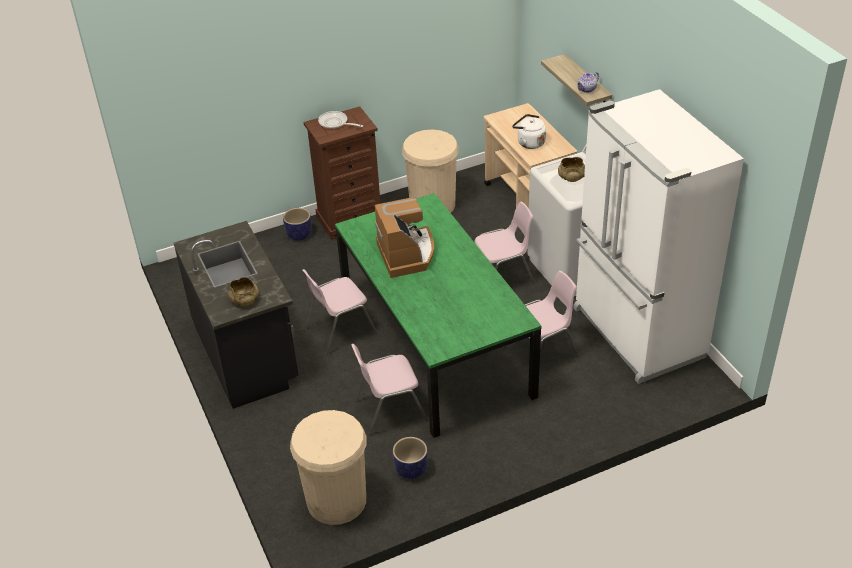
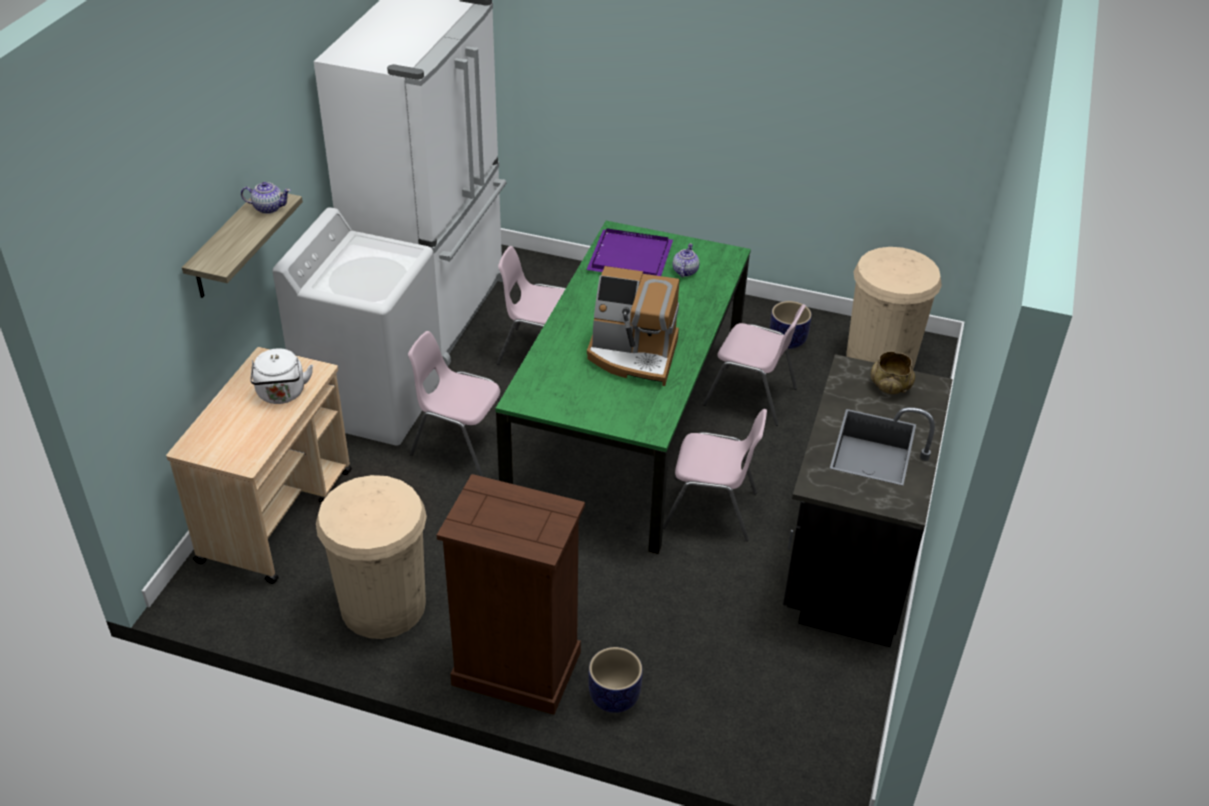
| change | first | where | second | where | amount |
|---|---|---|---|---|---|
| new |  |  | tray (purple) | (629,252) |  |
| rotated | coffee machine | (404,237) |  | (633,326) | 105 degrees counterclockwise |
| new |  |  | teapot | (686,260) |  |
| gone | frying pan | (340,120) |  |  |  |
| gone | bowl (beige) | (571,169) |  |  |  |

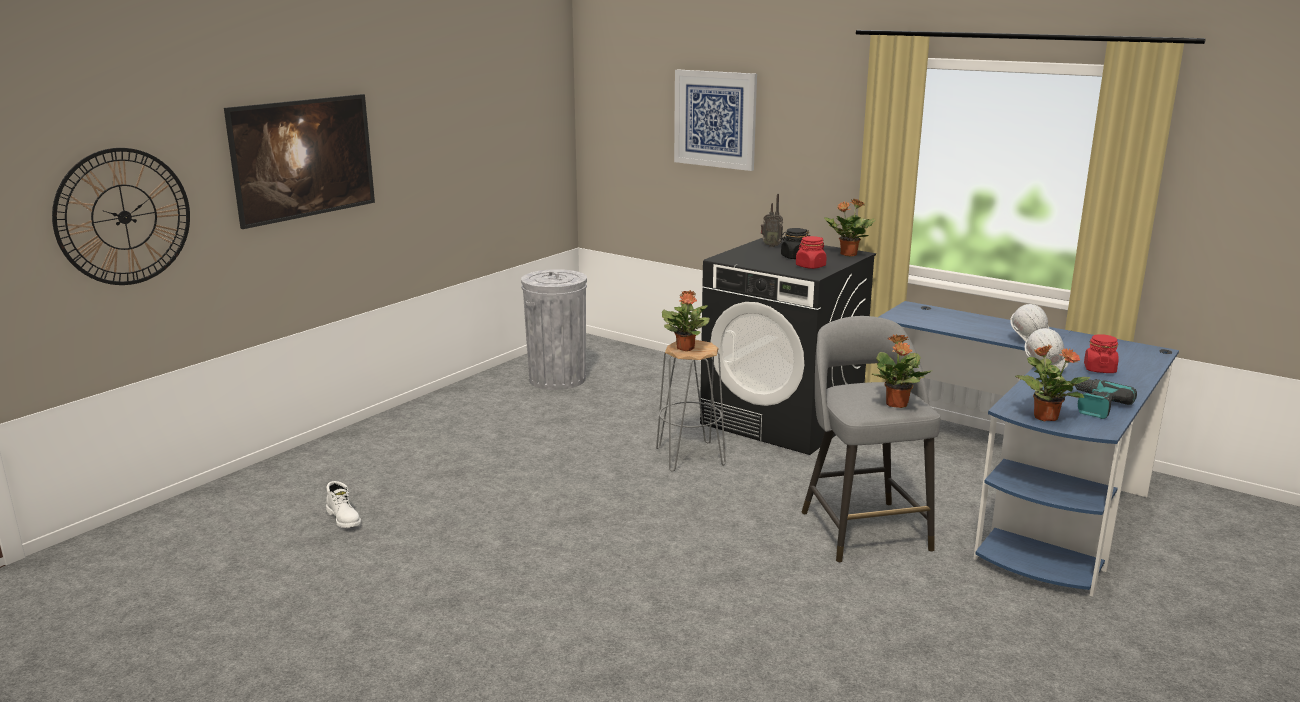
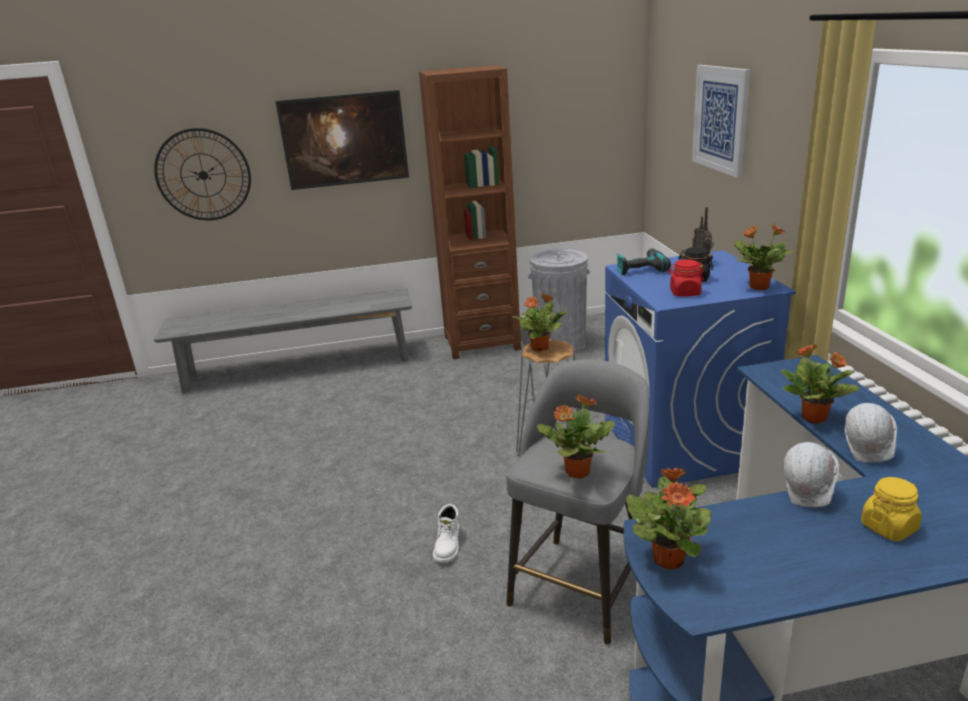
| change | first | where | second | where | amount |
|---|---|---|---|---|---|
| new |  |  | bench (grey) | (283,340) |  |
| new |  |  | bookcase (brown) | (470,212) |  |
| shifted | boot (white) | (343,504) |  | (446,533) |  |
| repainted | washing machine (black) | (788,346) | washing machine (blue) | (700,369) |  |
| shifted | power drill | (1105,399) |  | (643,261) |  |
| new |  |  | potted plant | (820,384) |  |
| repainted | jar (red) | (1101,353) | jar (yellow) | (891,509) |  |

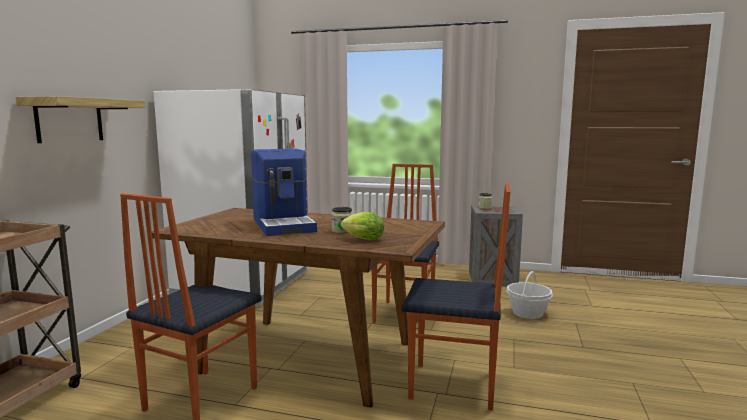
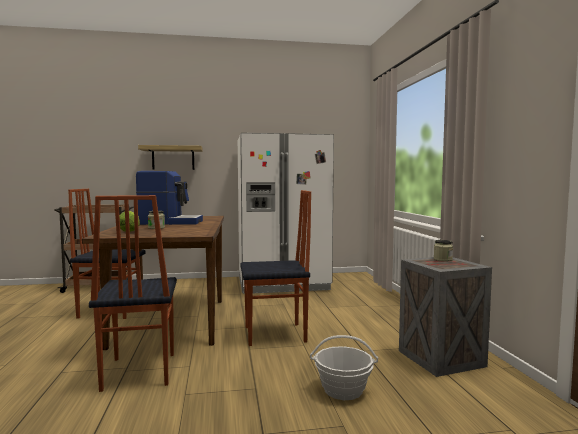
| change | first | where | second | where | amount |
|---|---|---|---|---|---|
| rotated | coffee machine | (284,192) |  | (169,198) | 135 degrees counterclockwise |

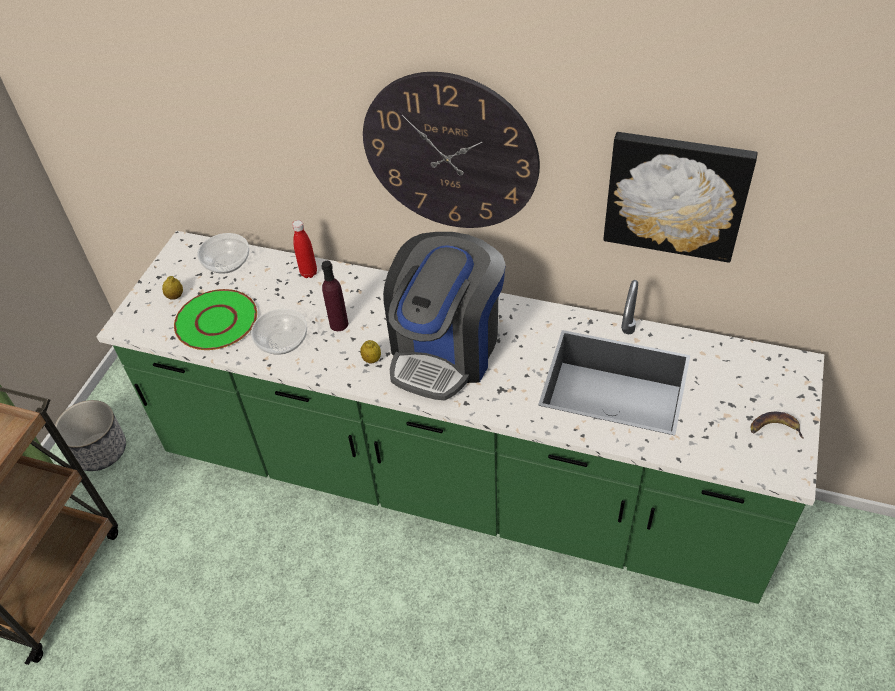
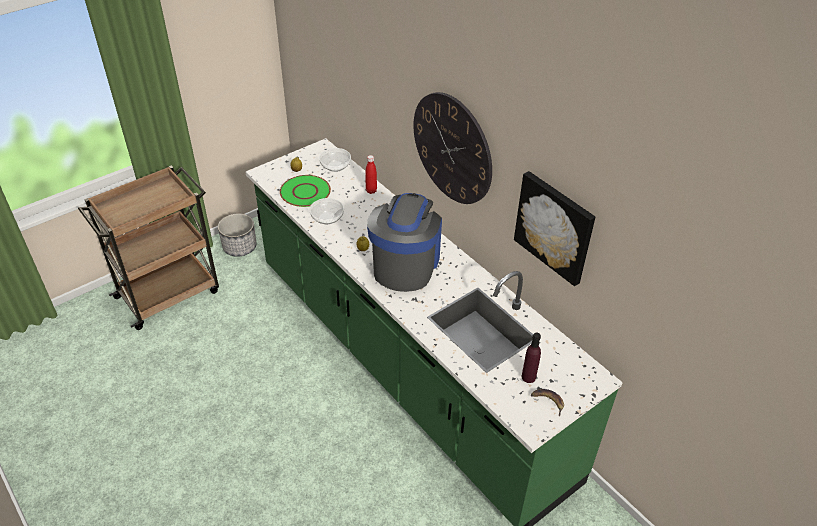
| change | first | where | second | where | amount |
|---|---|---|---|---|---|
| rotated | coffee machine | (444,316) |  | (404,242) | 135 degrees clockwise |
| shifted | bottle (purple) | (334,296) |  | (531,357) |  |

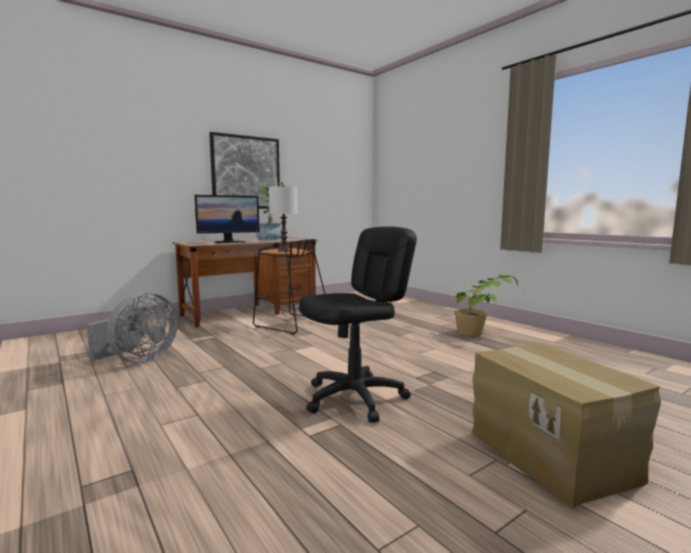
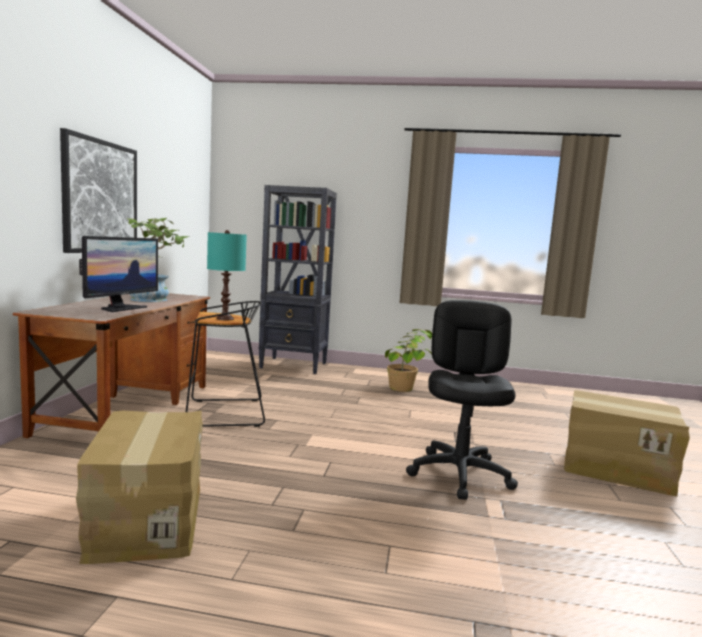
| change | first | where | second | where | amount |
|---|---|---|---|---|---|
| swapped | fan (grey) | (132,327) | cardboard box | (139,487) |  |
| repainted | table lamp (white) | (283,218) | table lamp (turquoise) | (227,275) |  |
| new |  |  | bookcase (black) | (298,279) |  |

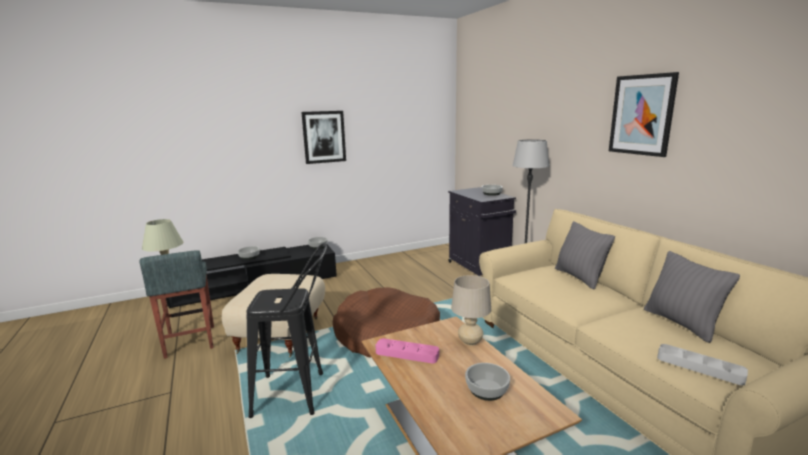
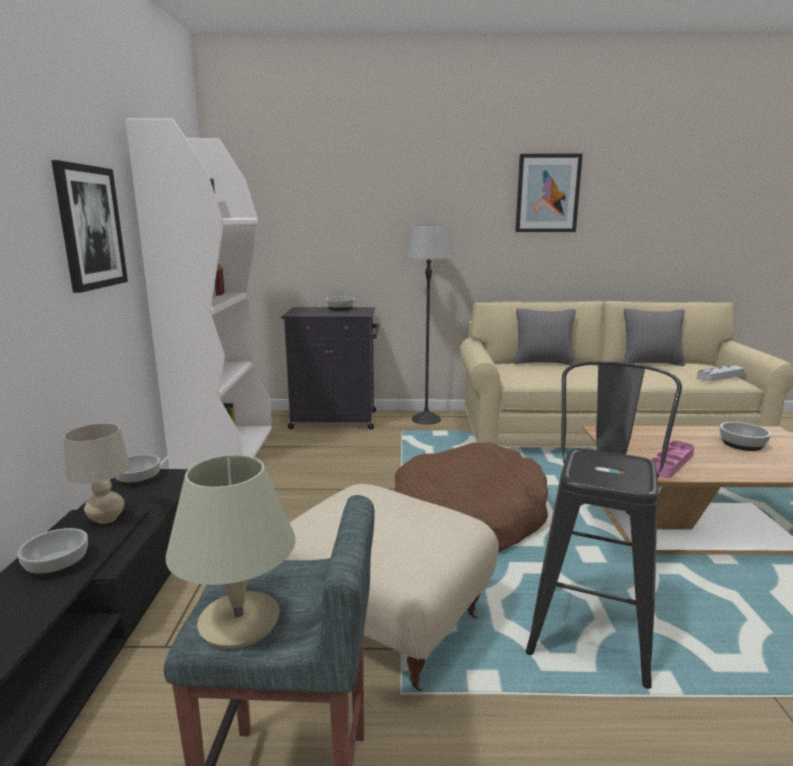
| change | first | where | second | where | amount |
|---|---|---|---|---|---|
| shifted | table lamp (beige) | (471,310) |  | (97,473) |  |
| new |  |  | bookcase (white) | (199,293) |  |

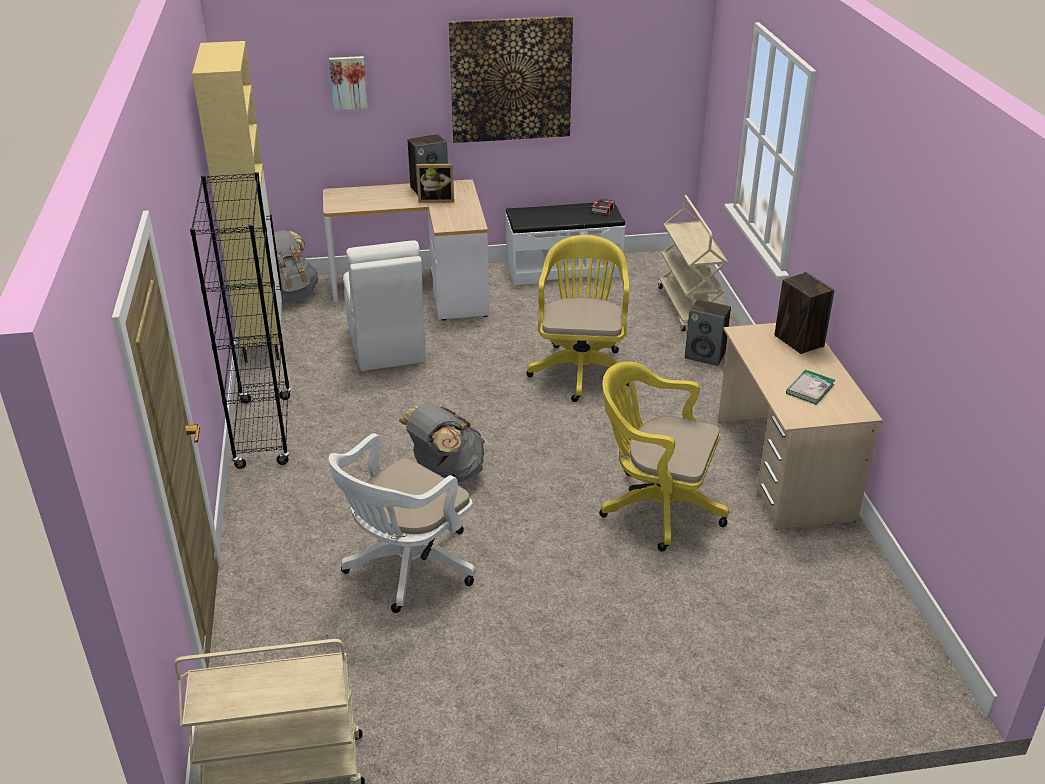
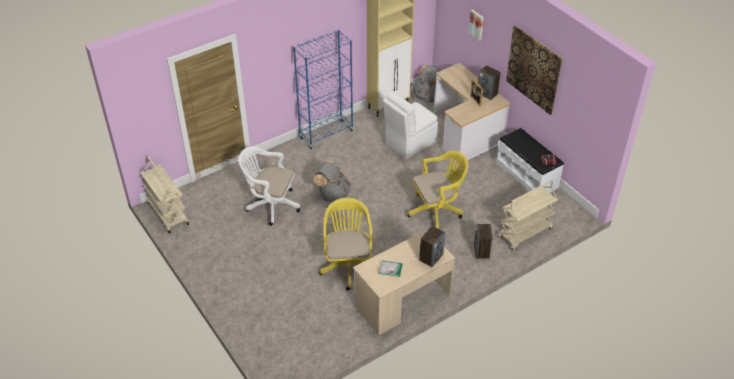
| change | first | where | second | where | amount |
|---|---|---|---|---|---|
| repainted | bookcase (black) | (240,320) | bookcase (blue) | (323,89) |  |

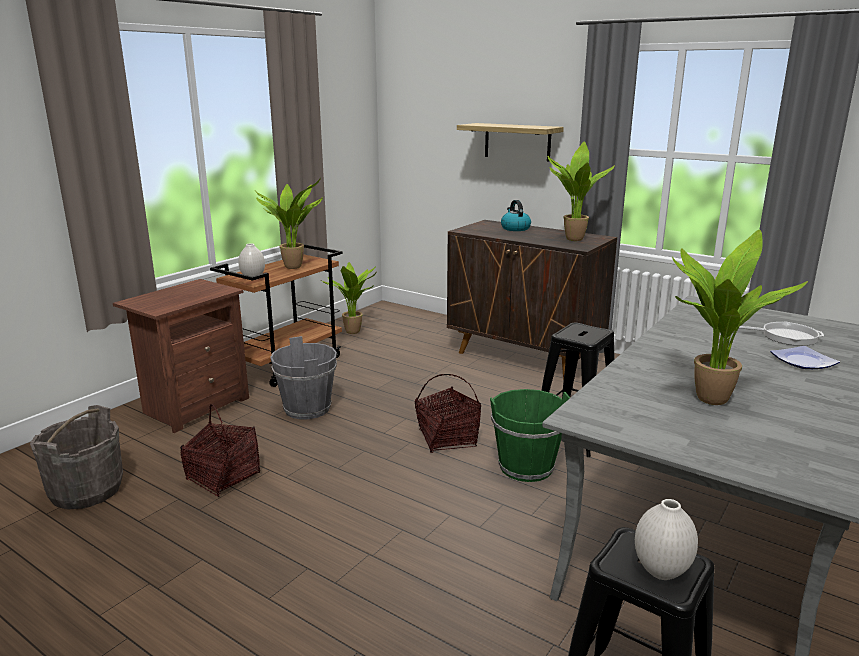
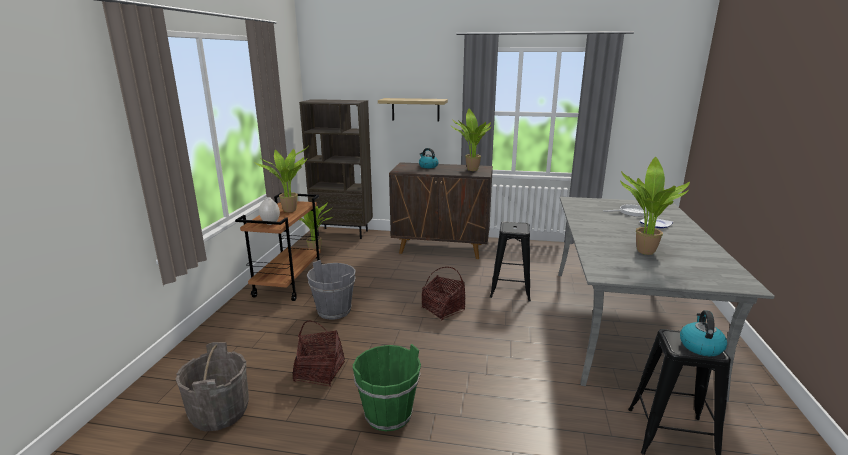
| change | first | where | second | where | amount |
|---|---|---|---|---|---|
| new |  |  | bookcase (brown) | (336,169) |  |
| shifted | bucket (green) | (530,435) |  | (387,387) |  |
| swapped | vase (white) | (666,539) | kettle | (703,333) |  |
| gone | nightstand (brown) | (181,356) |  |  |  |

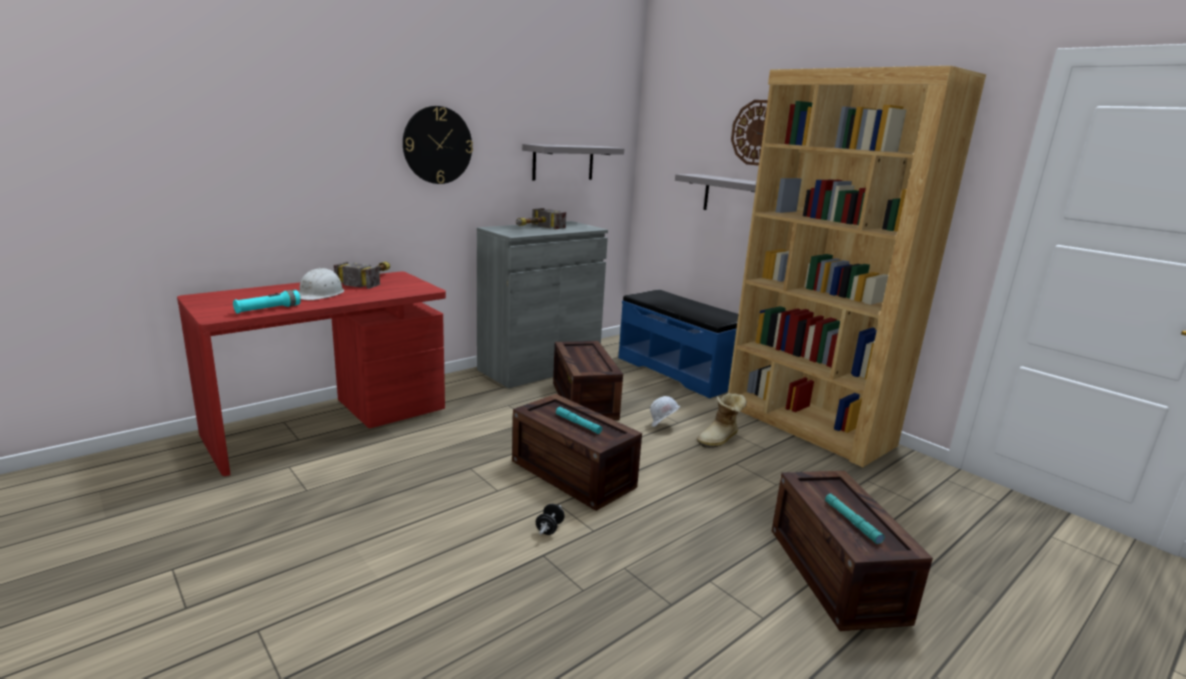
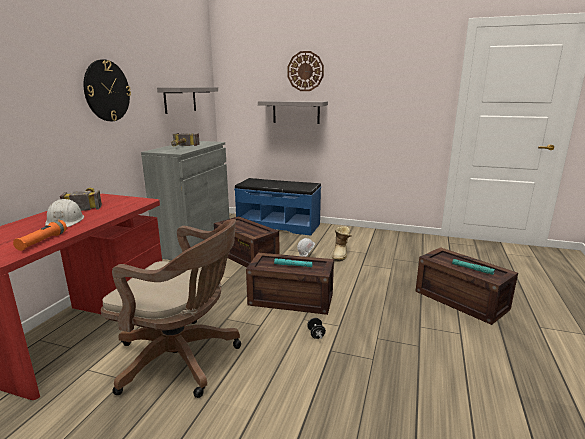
| change | first | where | second | where | amount |
|---|---|---|---|---|---|
| repainted | flashlight (turquoise) | (267,302) | flashlight (orange) | (40,235) |  |
| new |  |  | office chair (brown) | (171,308) |  |
| gone | bookcase (brown) | (857,266) |  |  |  |

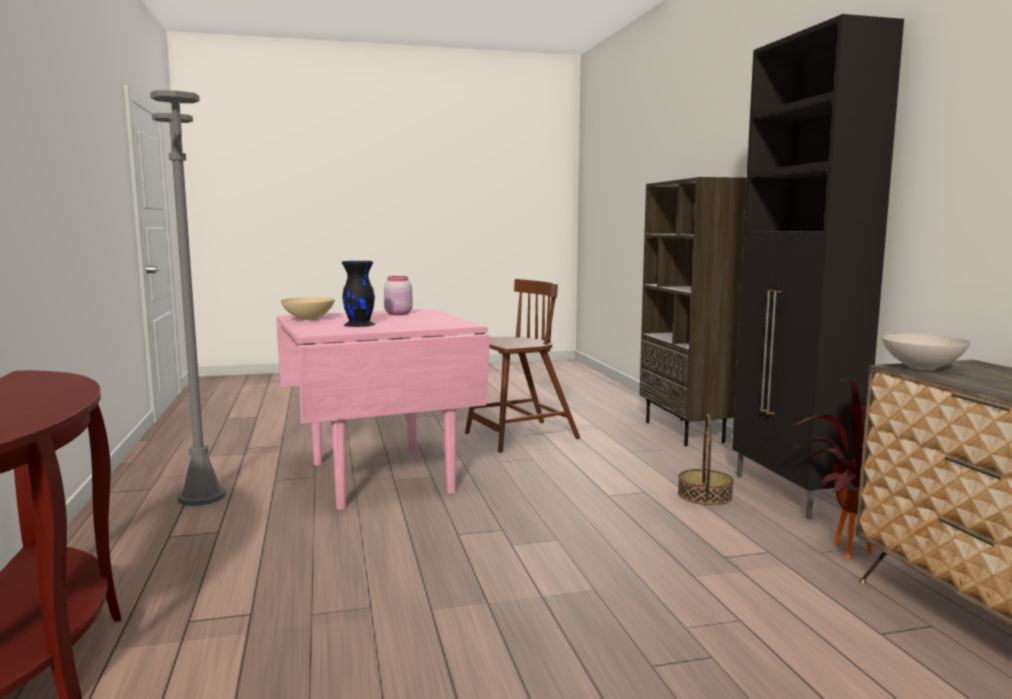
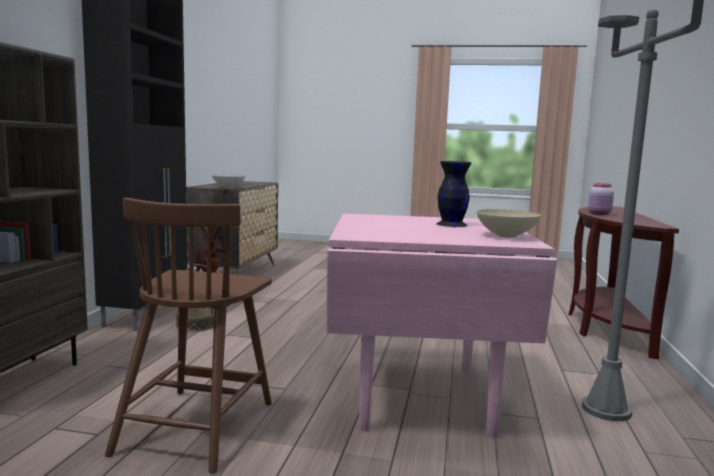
| change | first | where | second | where | amount |
|---|---|---|---|---|---|
| rotated | chair (brown) | (522,366) |  | (188,336) | 75 degrees counterclockwise |
| shifted | jar (pink) | (398,295) |  | (601,199) |  |

